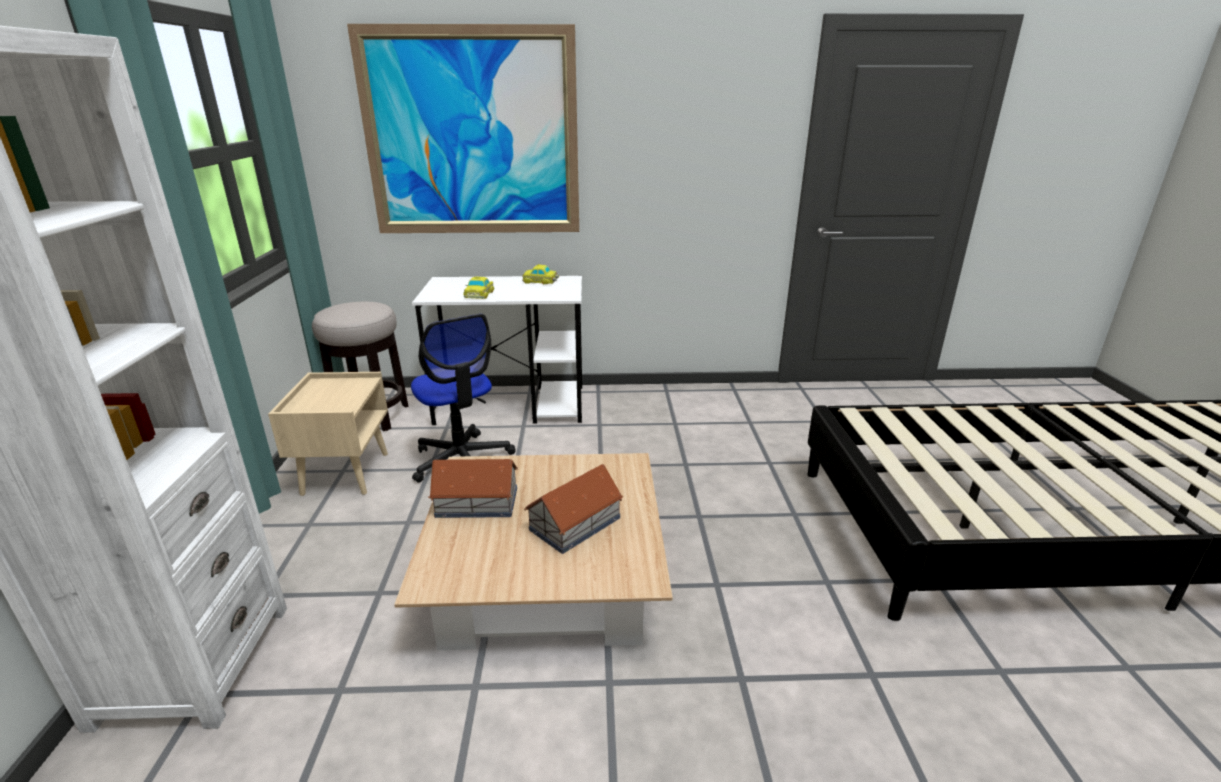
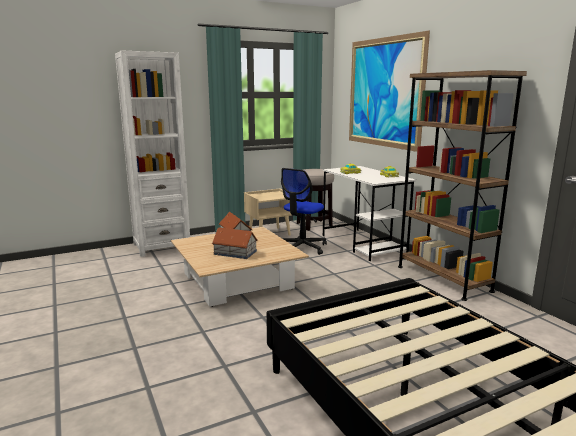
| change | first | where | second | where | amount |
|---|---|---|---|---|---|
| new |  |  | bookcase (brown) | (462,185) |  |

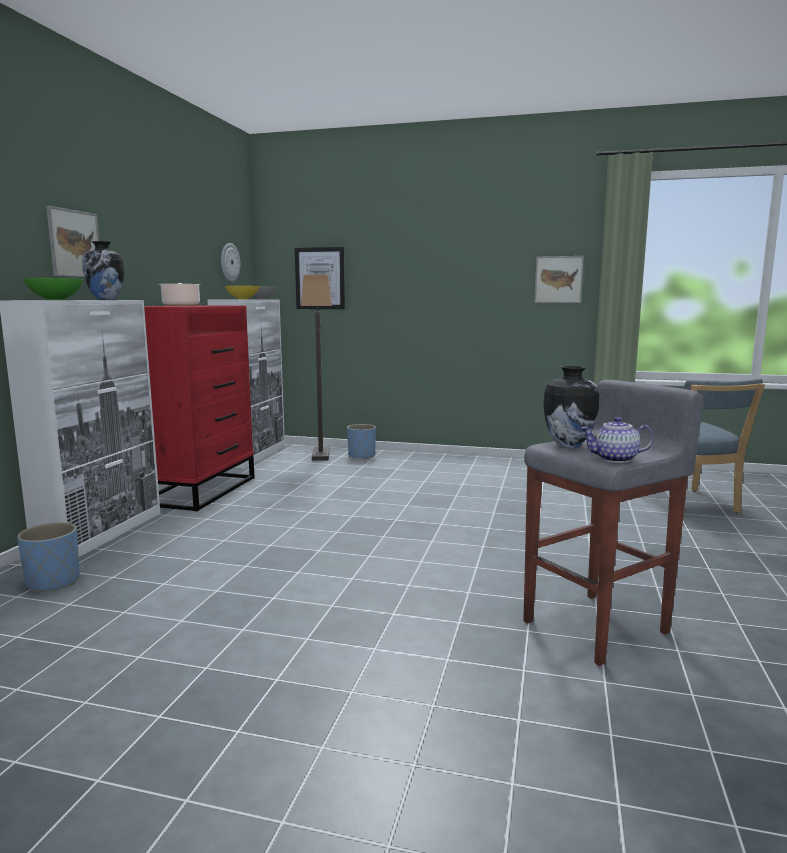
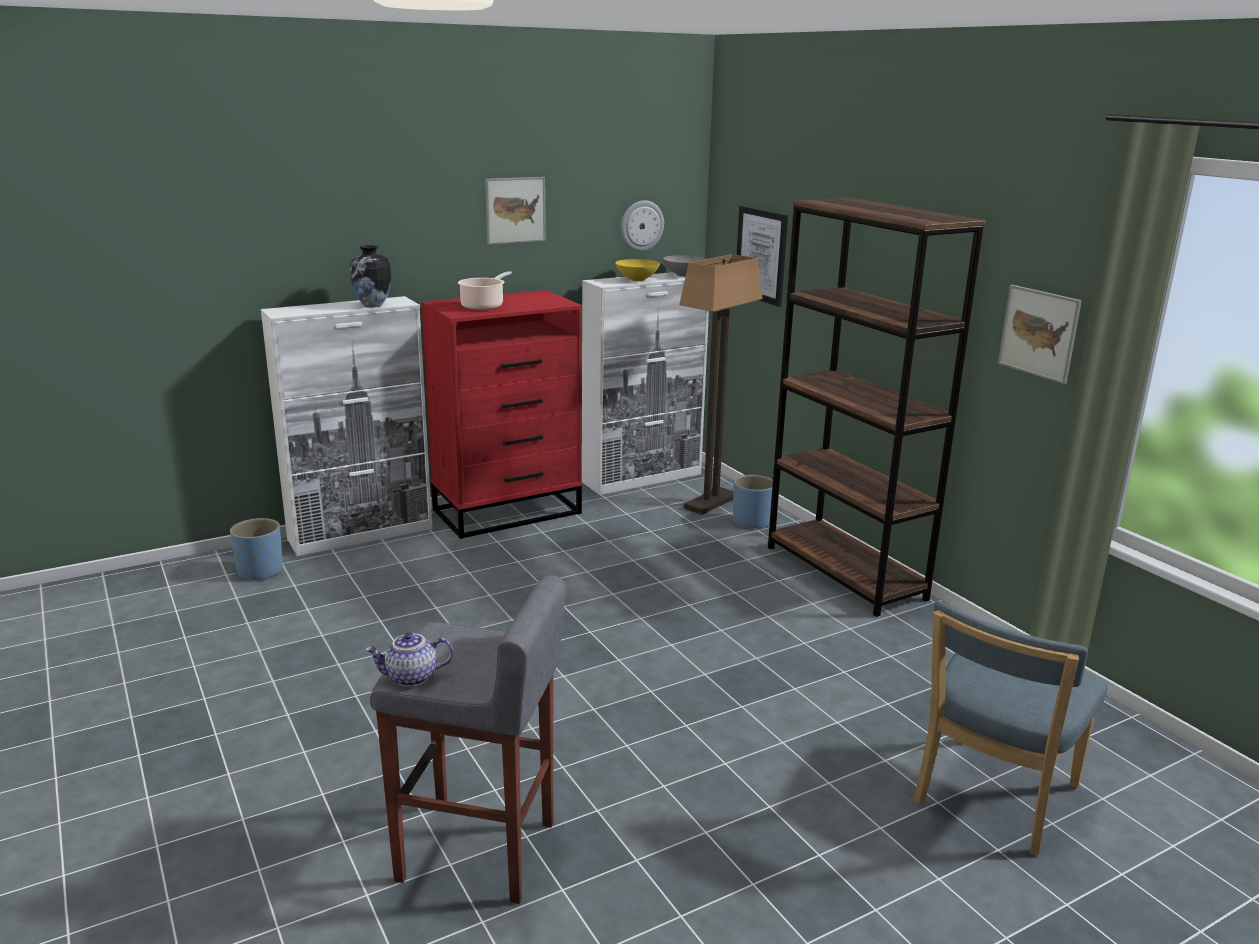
| change | first | where | second | where | amount |
|---|---|---|---|---|---|
| rotated | teapot | (617,440) |  | (409,659) | 60 degrees counterclockwise |
| shifted | picture | (72,241) |  | (515,211) |  |
| new |  |  | bookcase (brown) | (877,407) |  |
| gone | bowl (green) | (52,289) |  |  |  |
| gone | vase | (571,407) |  |  |  |

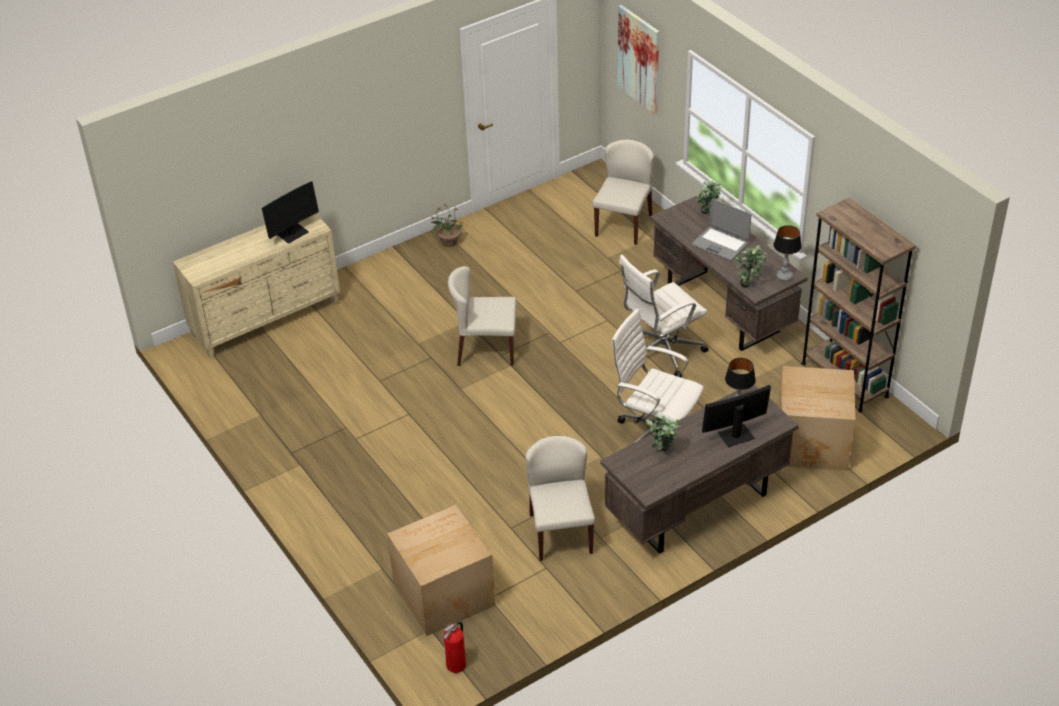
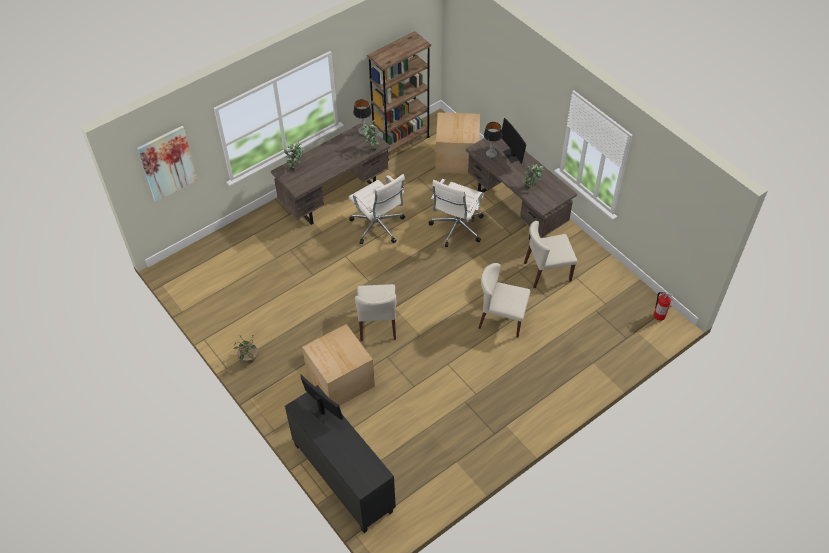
| change | first | where | second | where | amount |
|---|---|---|---|---|---|
| repainted | dresser (beige) | (256,286) | dresser (black) | (340,459) |  |
| shifted | cardboard box | (441,570) |  | (338,365) |  |
| shifted | chair (beige) | (623,192) |  | (504,300) |  |
| gone | laptop | (721,229) |  |  |  |

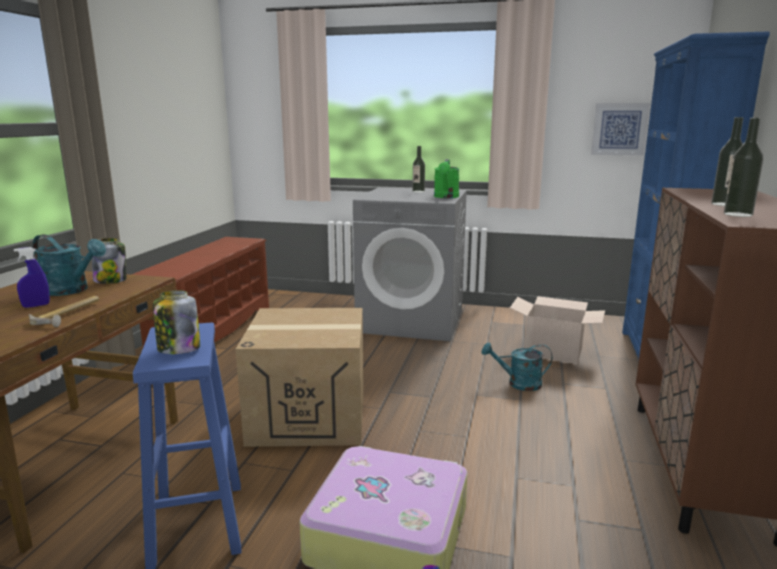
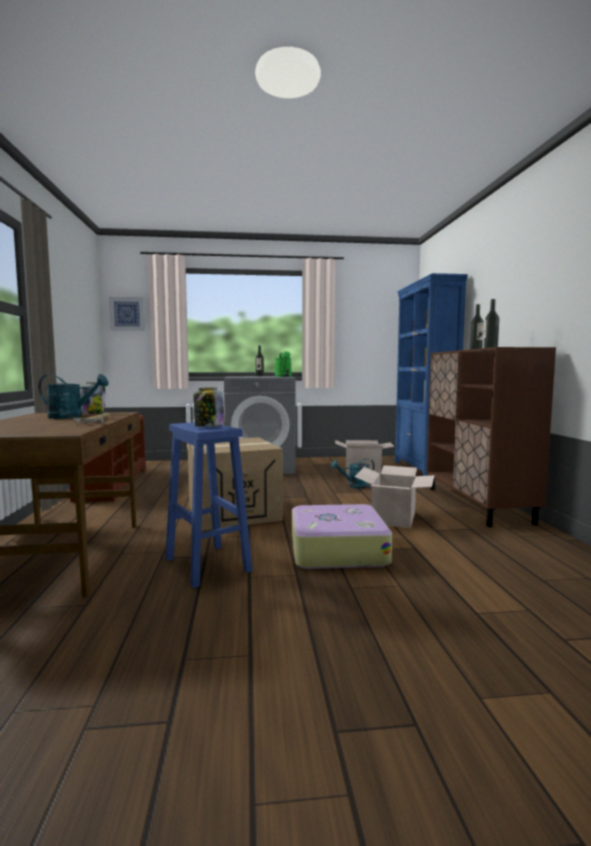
| change | first | where | second | where | amount |
|---|---|---|---|---|---|
| shifted | picture | (620,129) |  | (127,314) |  |
| new |  |  | cardboard box | (394,496) |  |
| gone | spray bottle (blue) | (32,277) |  |  |  |

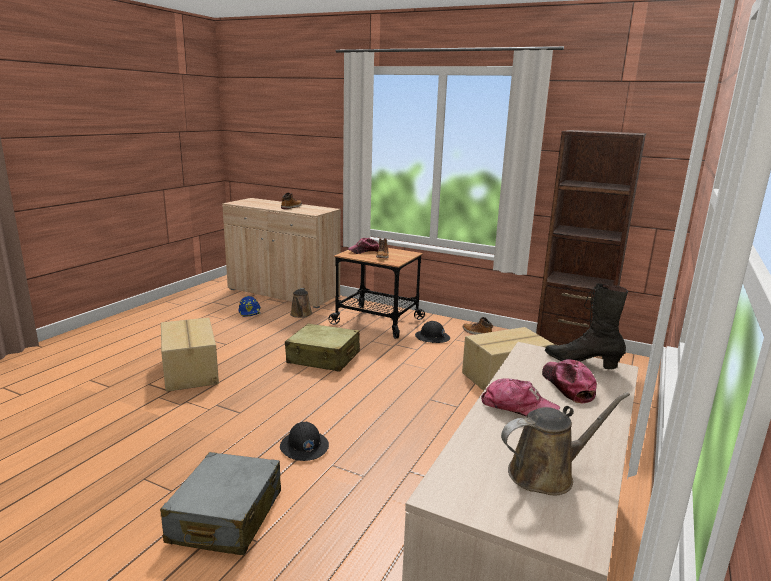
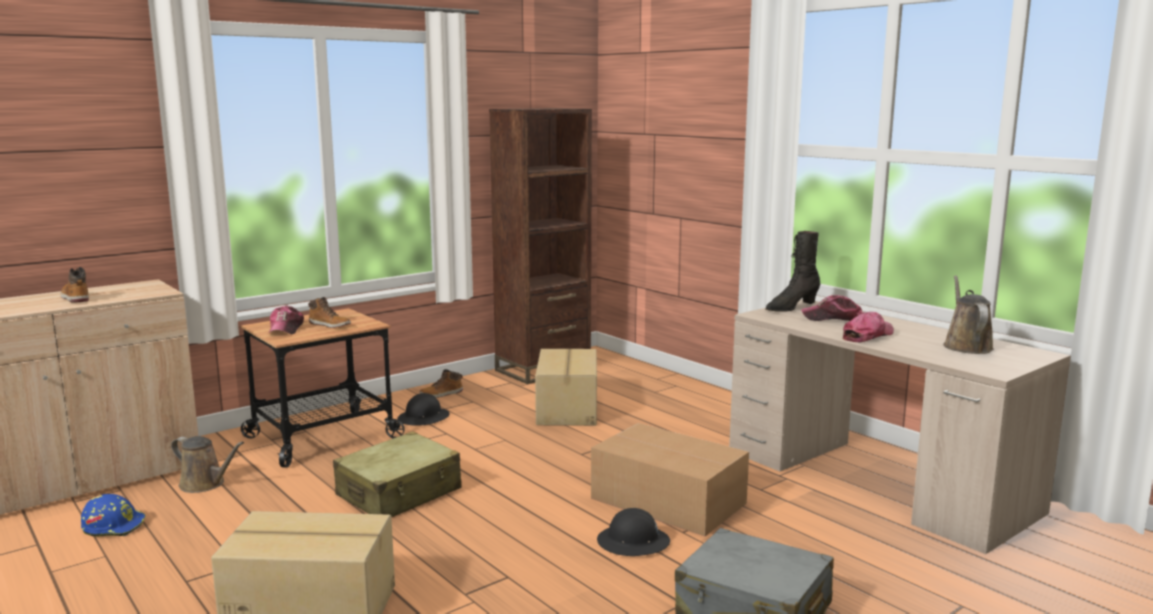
| change | first | where | second | where | amount |
|---|---|---|---|---|---|
| new |  |  | cardboard box | (670,479) |  |

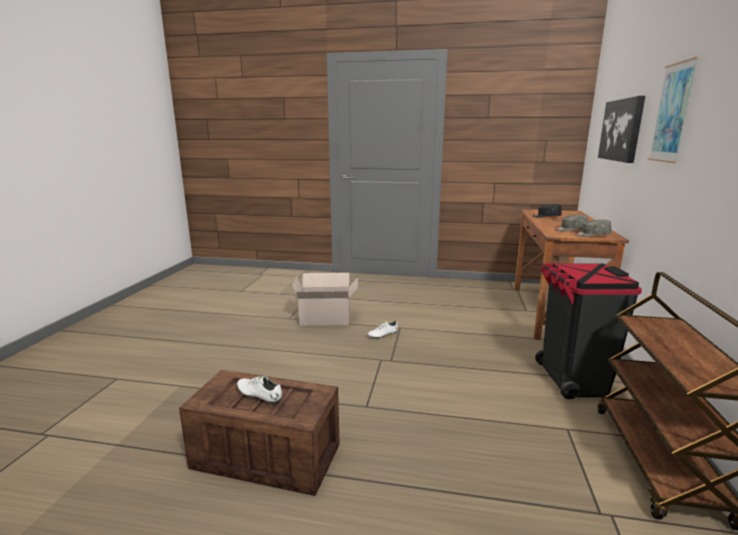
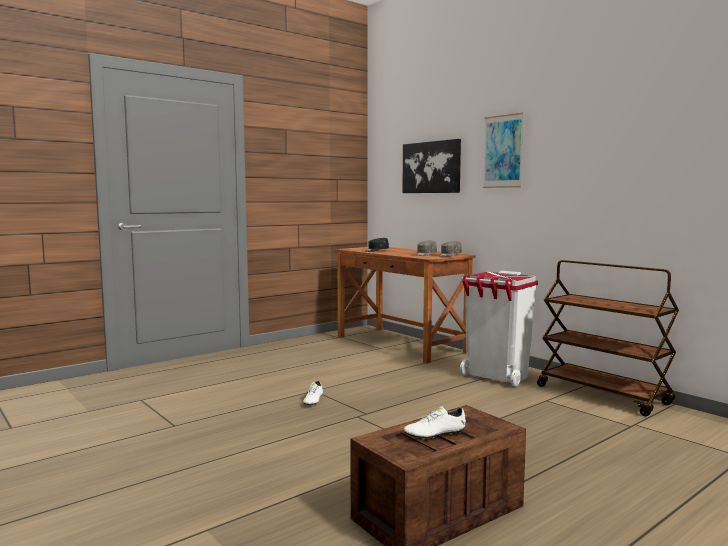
| change | first | where | second | where | amount |
|---|---|---|---|---|---|
| repainted | trash can (black) | (588,331) | trash can (white) | (499,329) |  |
| gone | cardboard box | (325,299) |  |  |  |

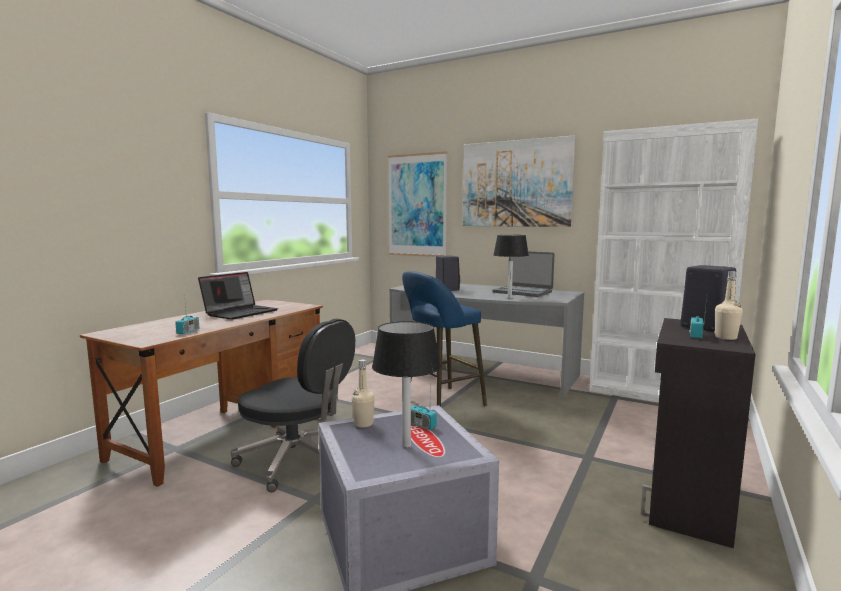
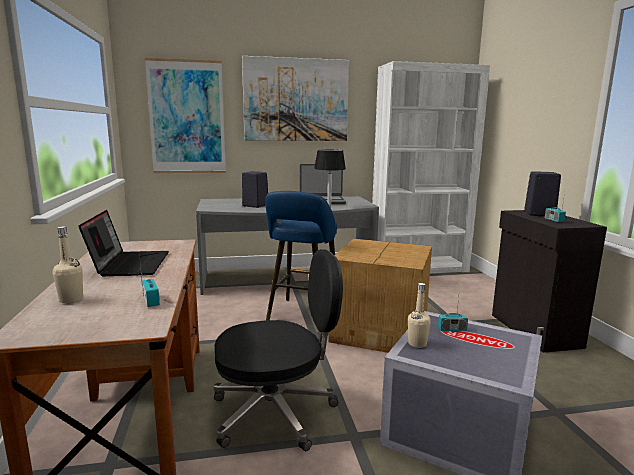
| change | first | where | second | where | amount |
|---|---|---|---|---|---|
| shifted | bottle (beige) | (728,305) |  | (68,264) |  |
| new |  |  | cardboard box | (380,296) |  |
| gone | table lamp (black) | (406,384) |  |  |  |

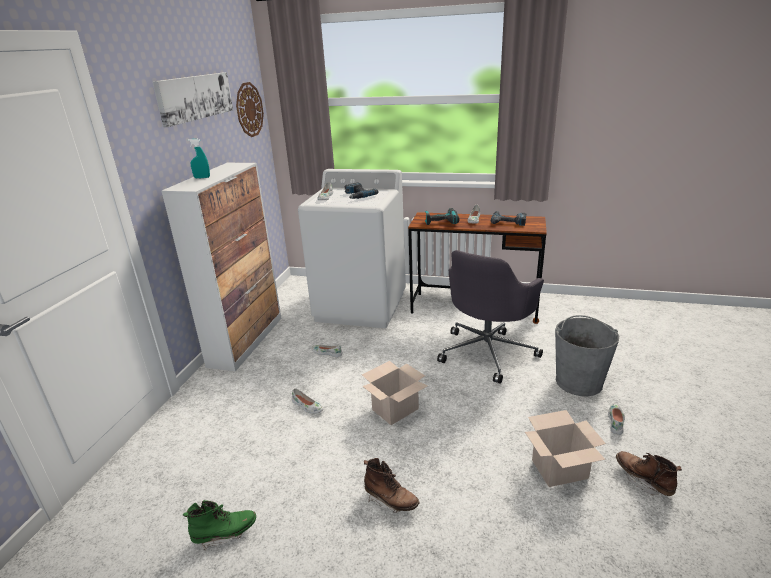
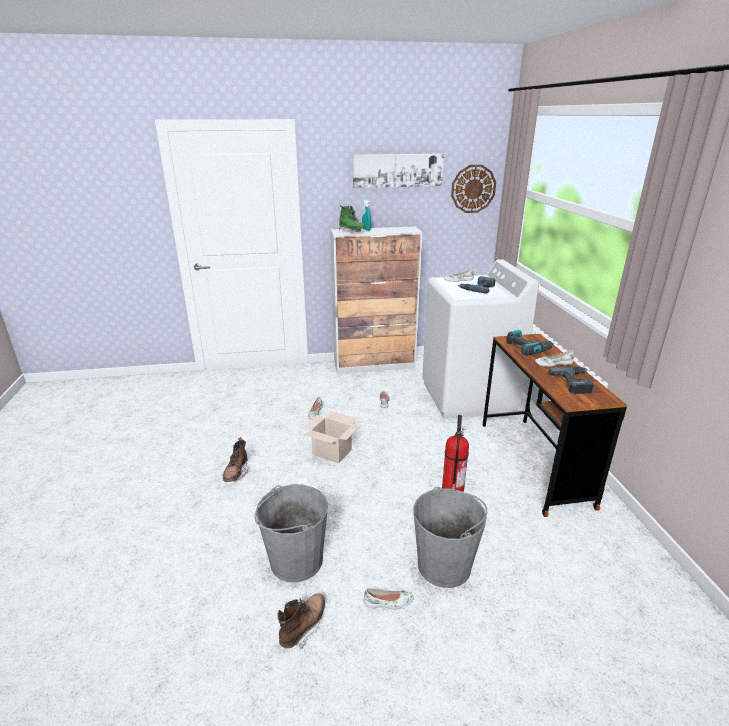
| change | first | where | second | where | amount |
|---|---|---|---|---|---|
| swapped | cardboard box | (565,448) | bucket (grey) | (291,533) |  |
| shifted | boot (green) | (219,525) |  | (352,218) |  |
| swapped | office chair (grey) | (490,317) | fire extinguisher | (455,453) |  |

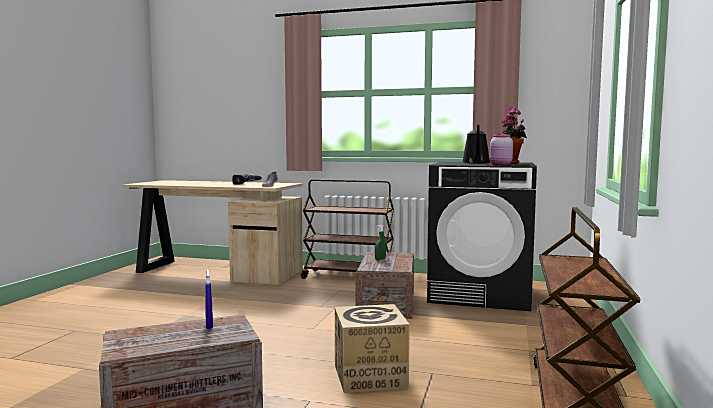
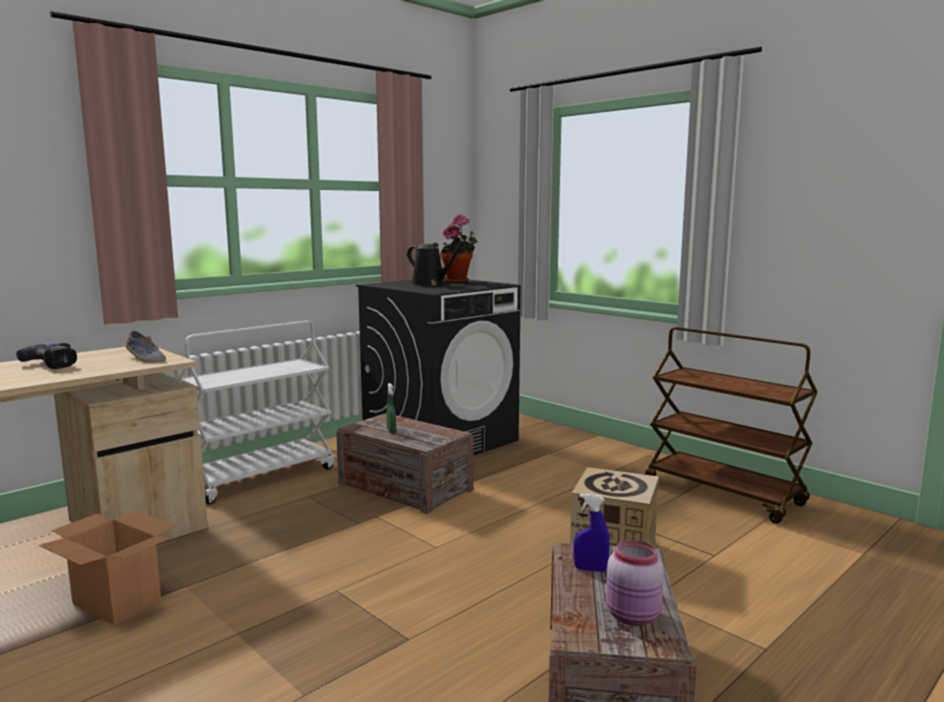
| change | first | where | second | where | amount |
|---|---|---|---|---|---|
| new |  |  | cardboard box | (107,567) |  |
| repainted | cart (brown) | (347,229) | cart (white) | (256,413) |  |
| shifted | jar (pink) | (501,149) |  | (635,583) |  |

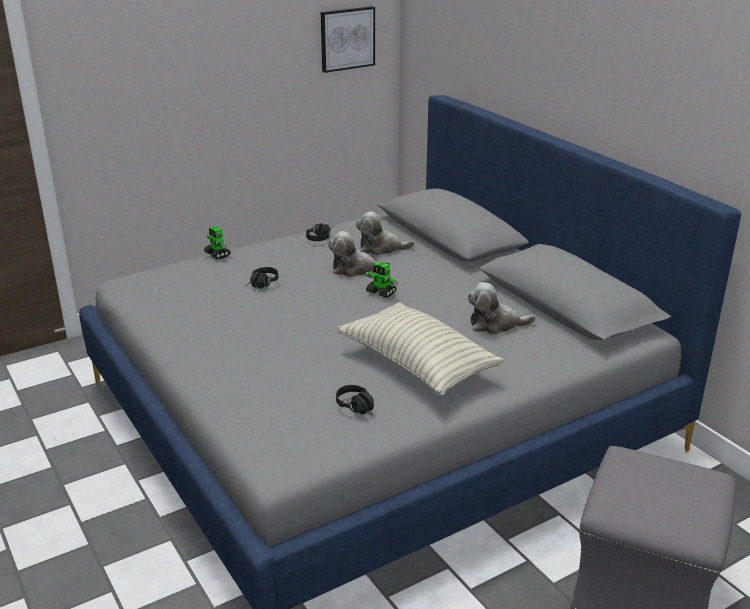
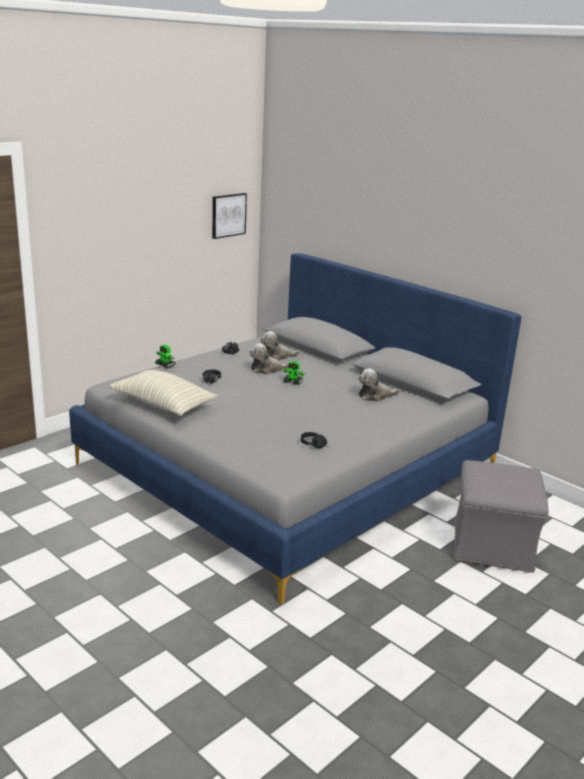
| change | first | where | second | where | amount |
|---|---|---|---|---|---|
| shifted | pillow | (420,349) |  | (163,393) |  |

